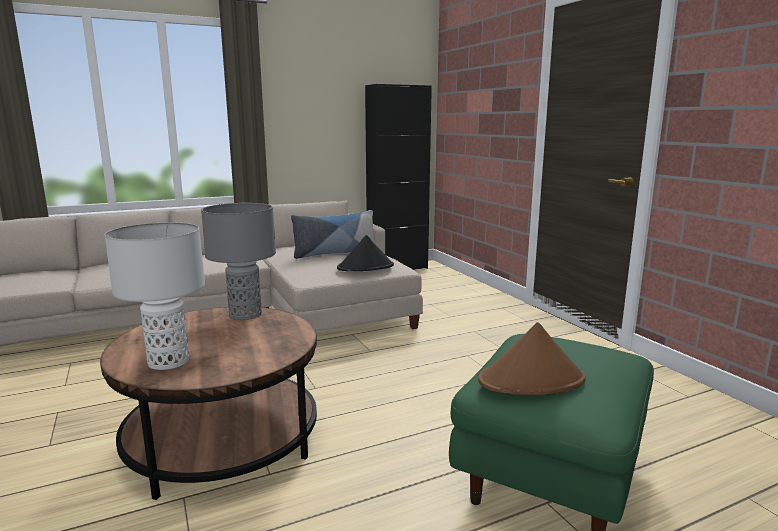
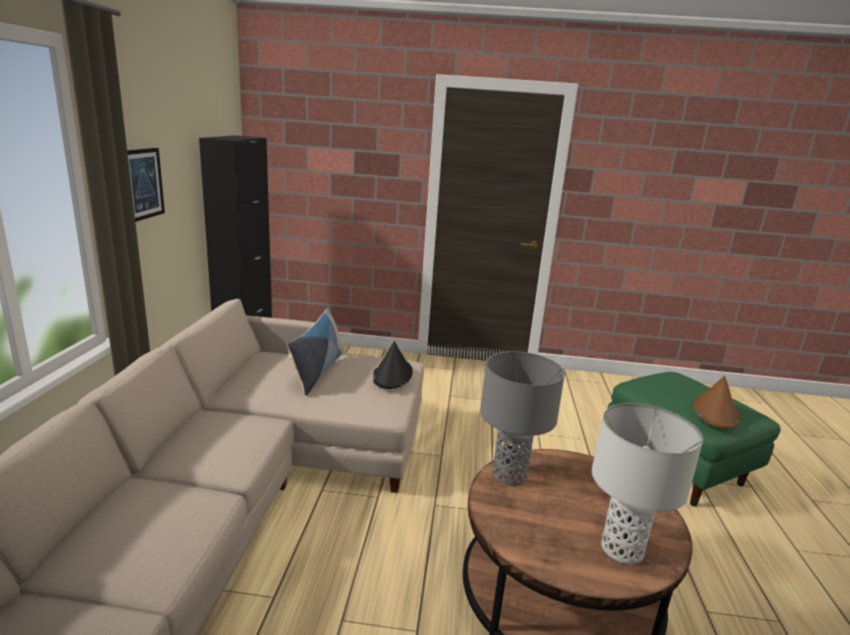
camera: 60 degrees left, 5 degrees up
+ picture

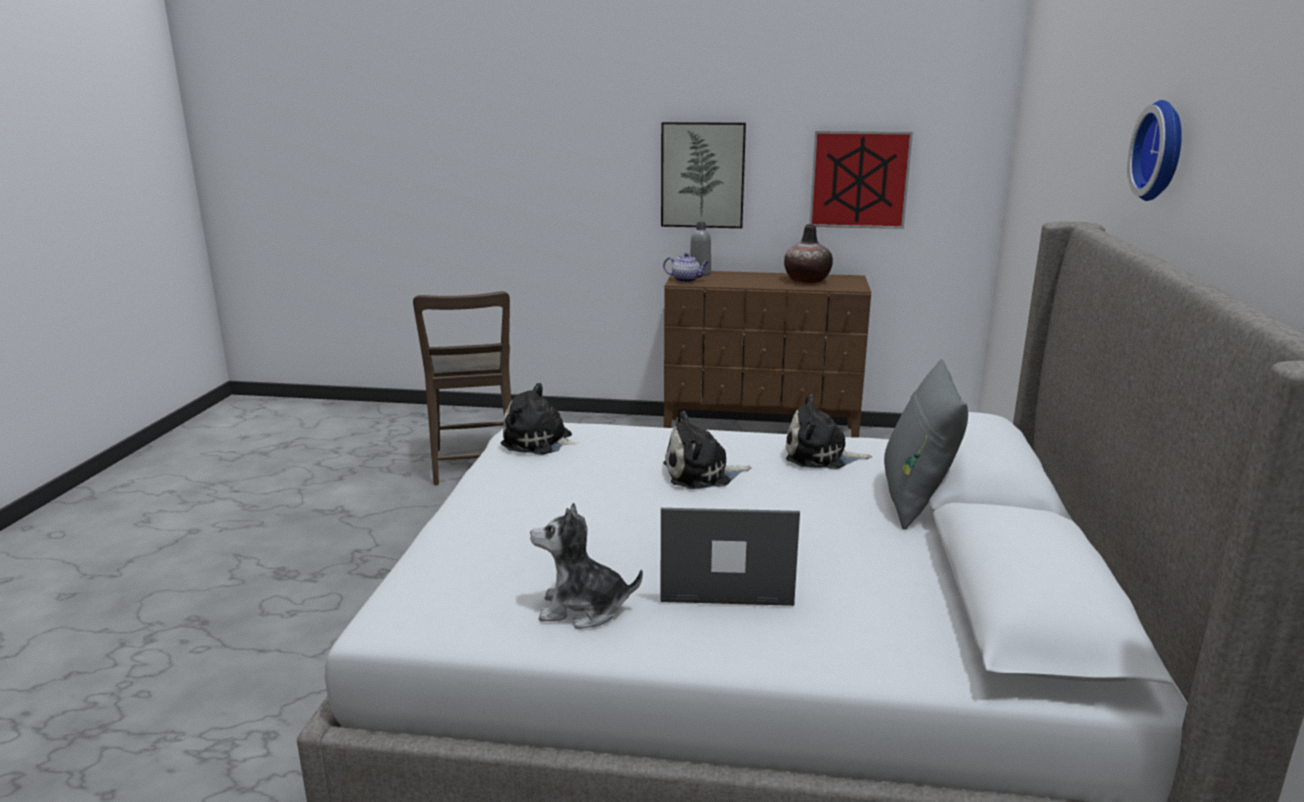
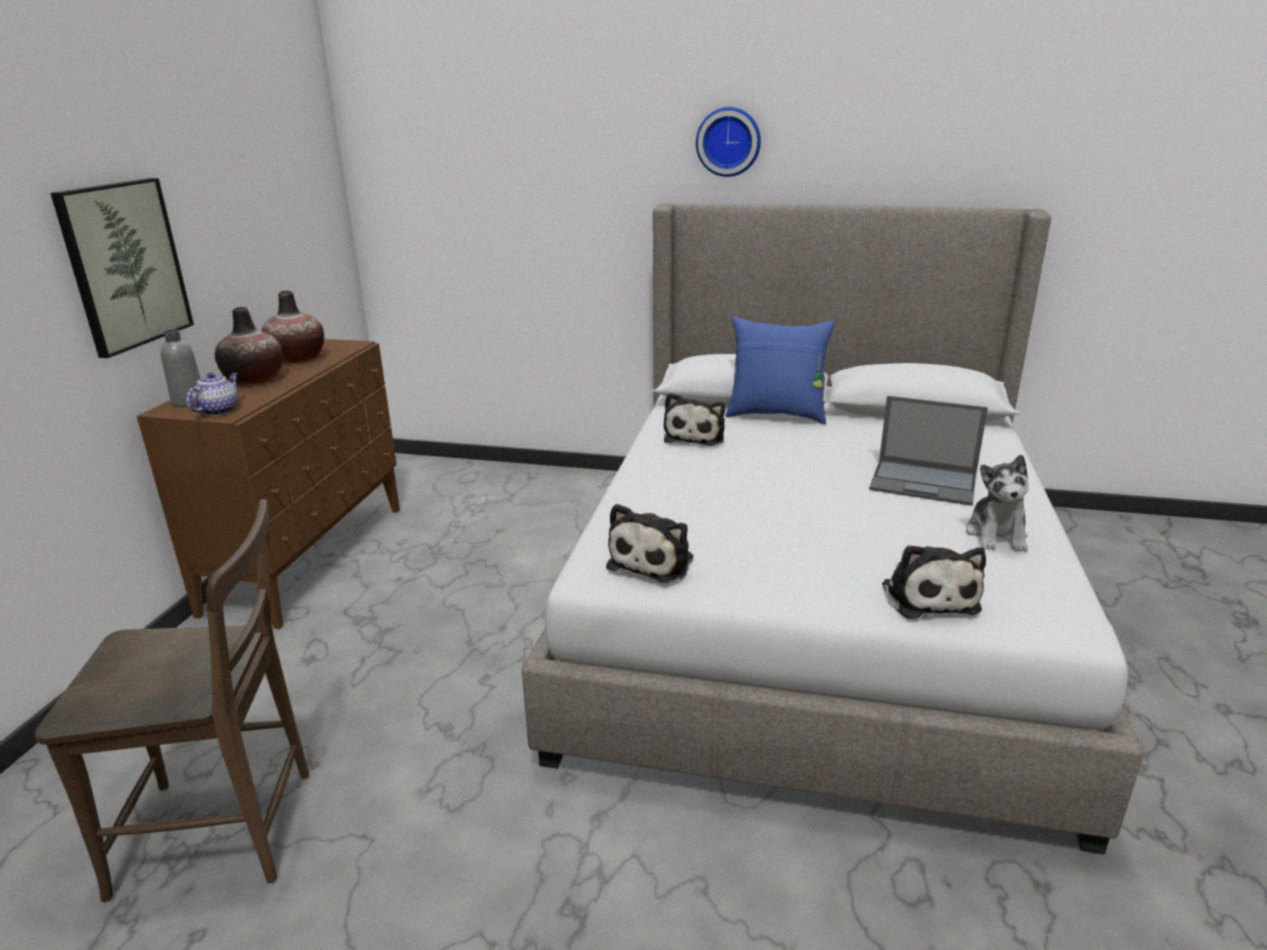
camera: 85 degrees left, 5 degrees up
- picture (2nd from left)
~ grey pillow to blue pillow
~ plush toy (3rd from left)
~ laptop 75 degrees counterclockwise
+ vase (1st from left)

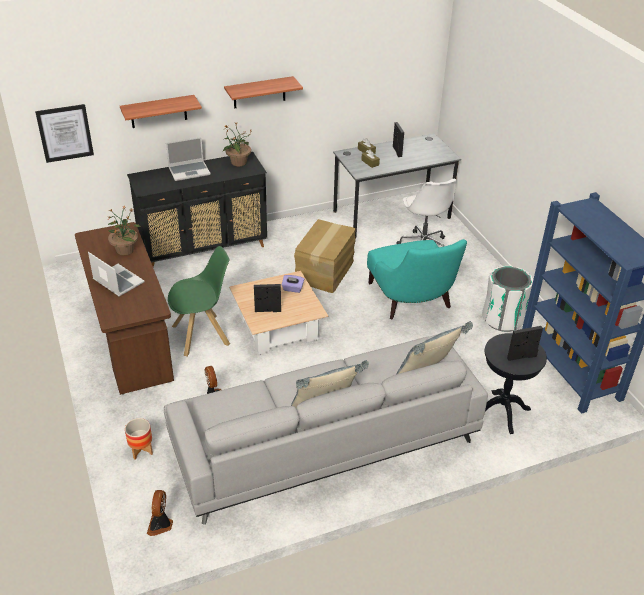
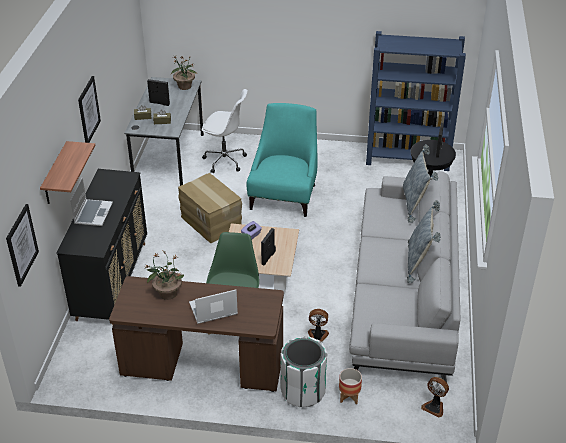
camera: 60 degrees left, 0 degrees up
~ shelf (2nd from left) to picture (2nd from left)
~ potted plant (2nd from left)
~ turquoise armchair 90 degrees counterclockwise
~ white trash can

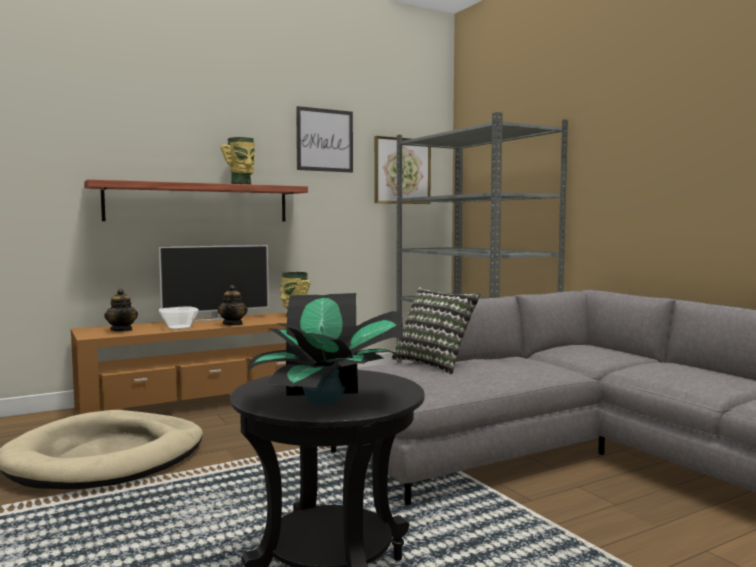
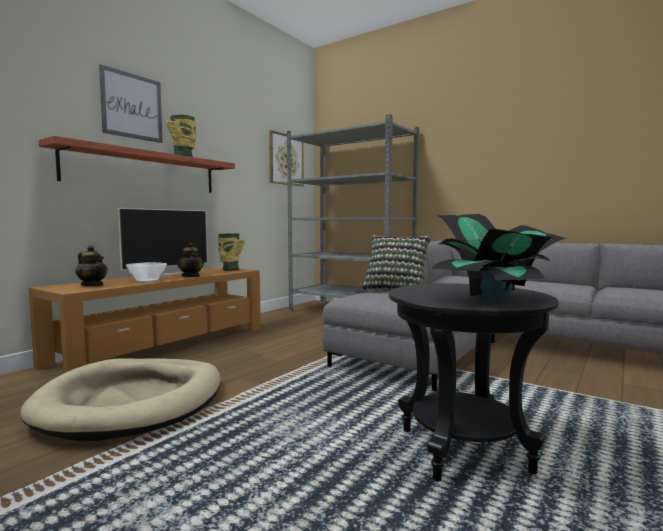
camera: 25 degrees left, 0 degrees up
~ picture (1st from left)

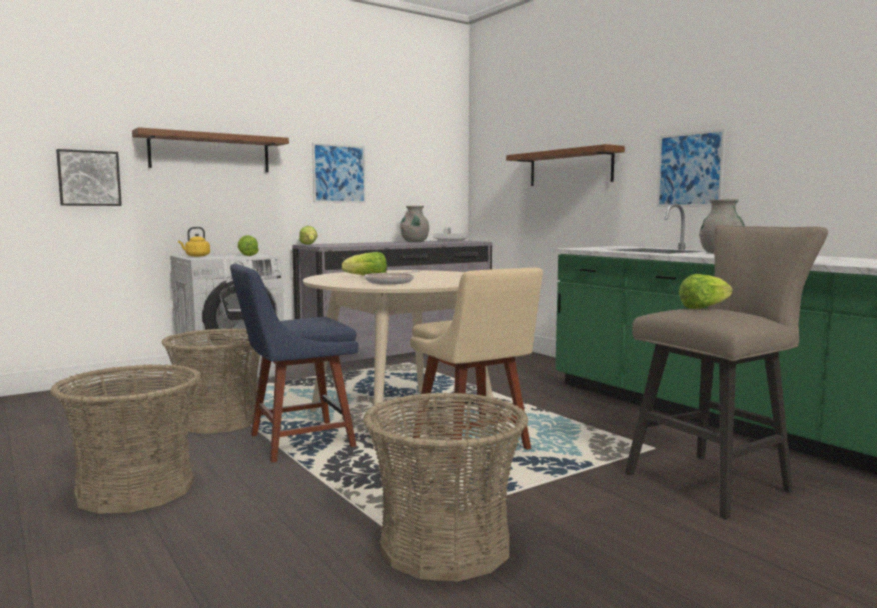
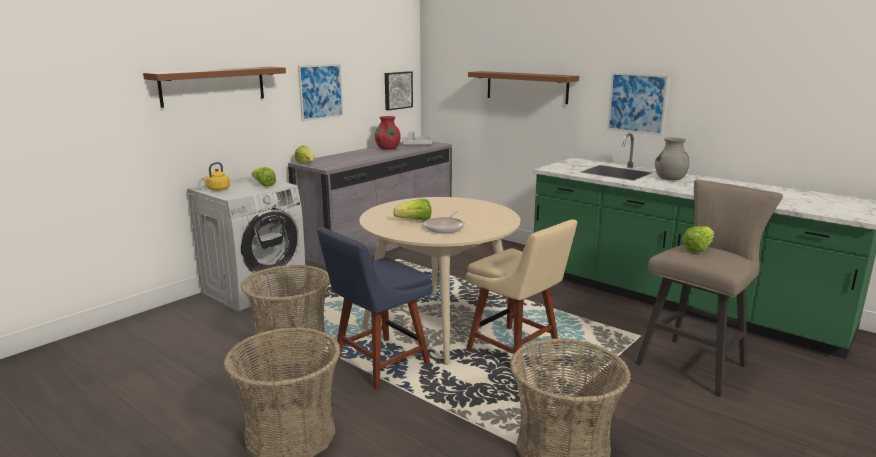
camera: 15 degrees left, 10 degrees up
~ picture (1st from left in the first image) to picture (2nd from left)
~ grey vase (1st from left) to red vase

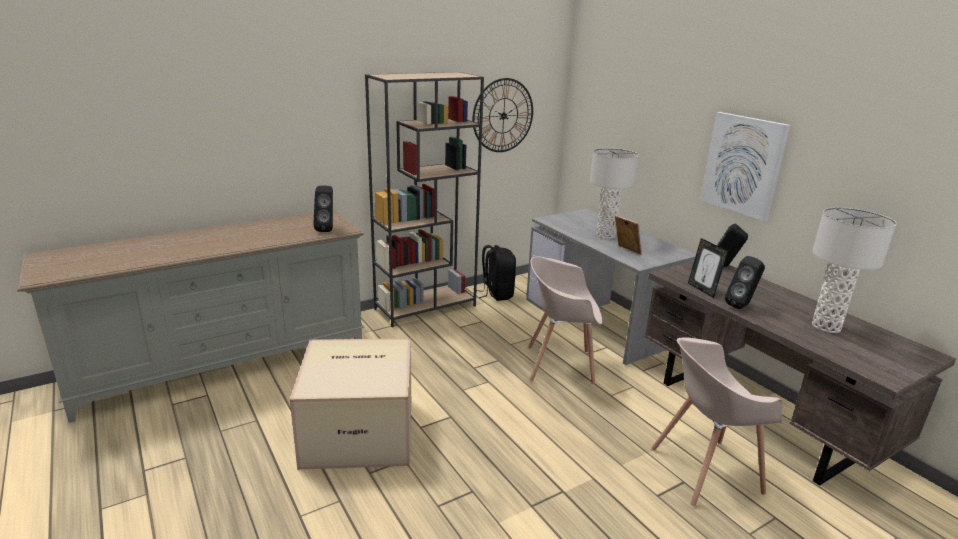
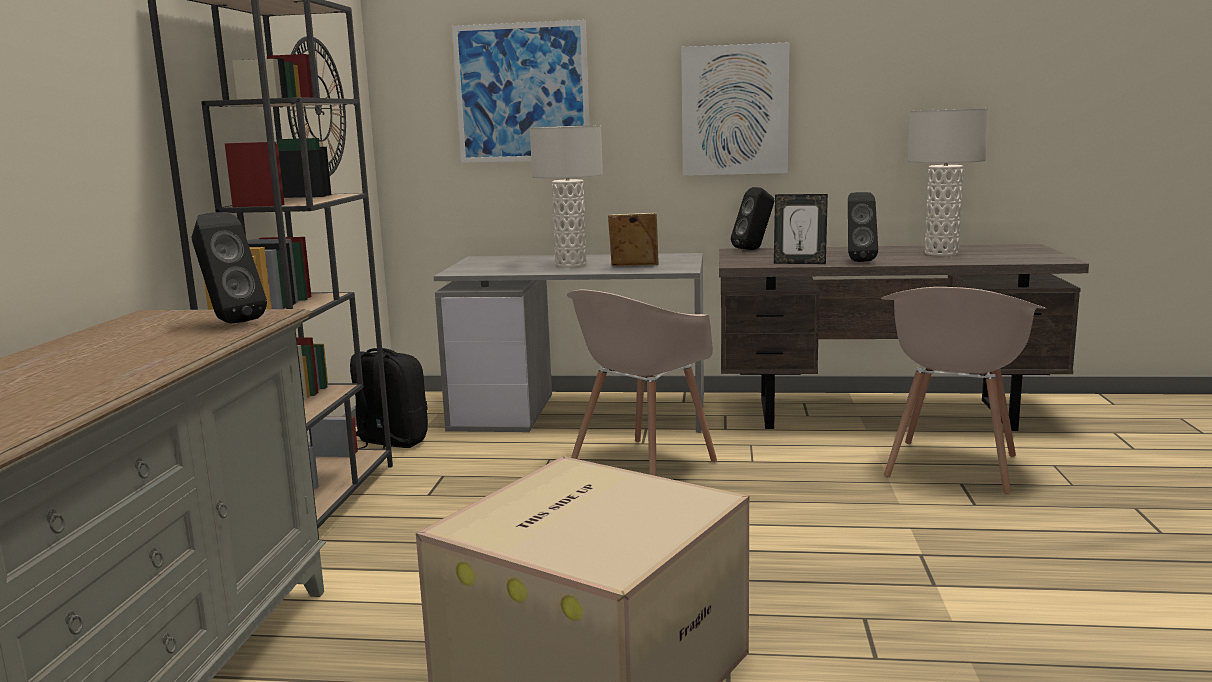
camera: 50 degrees left, 10 degrees down
+ picture (1st from left)

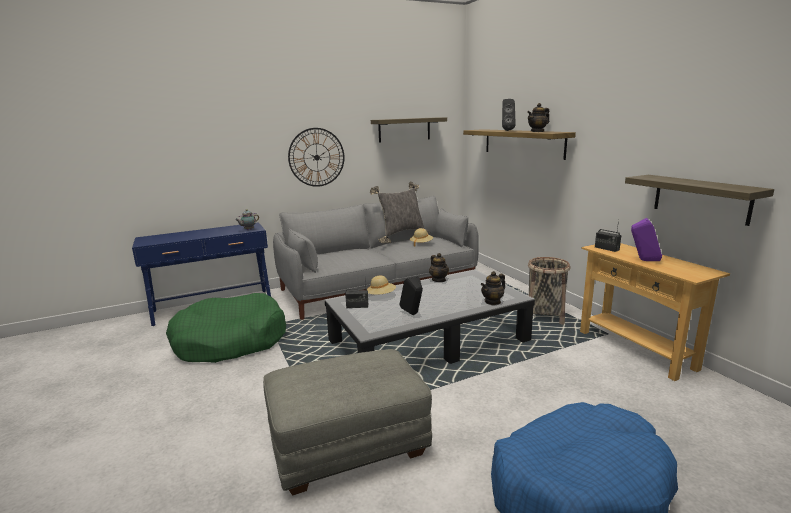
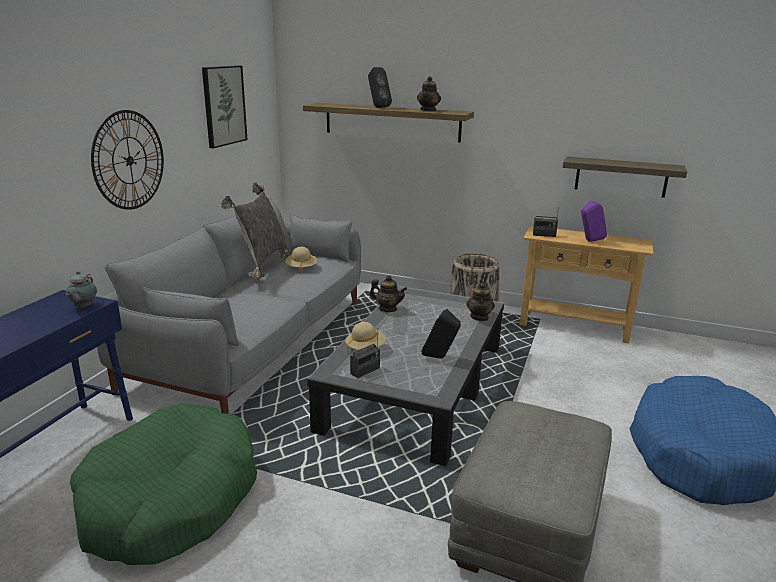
camera: 45 degrees left, 5 degrees up
~ shelf (1st from left) to picture

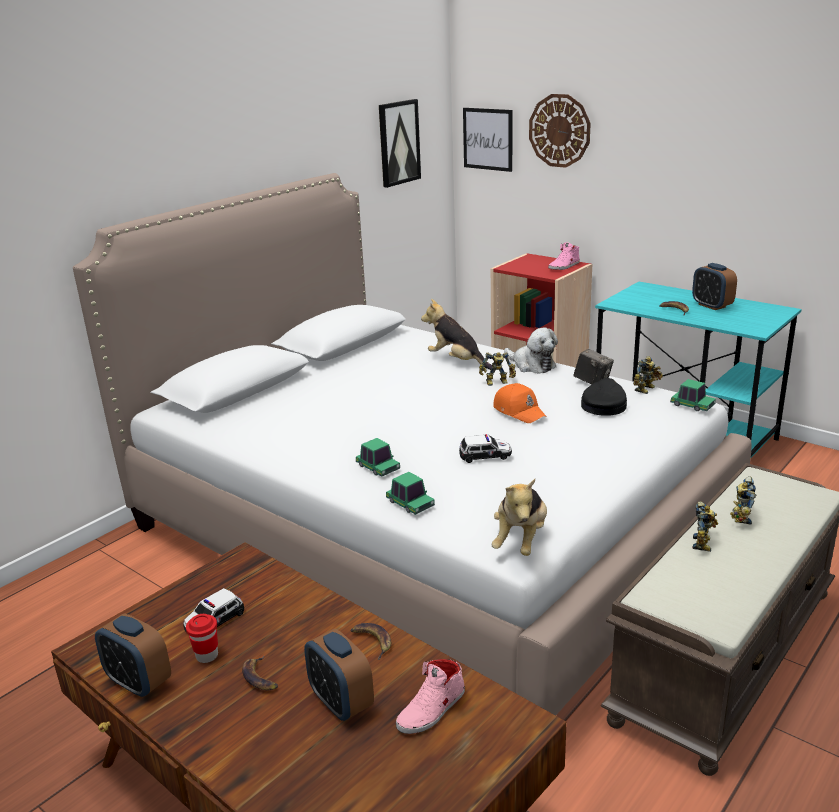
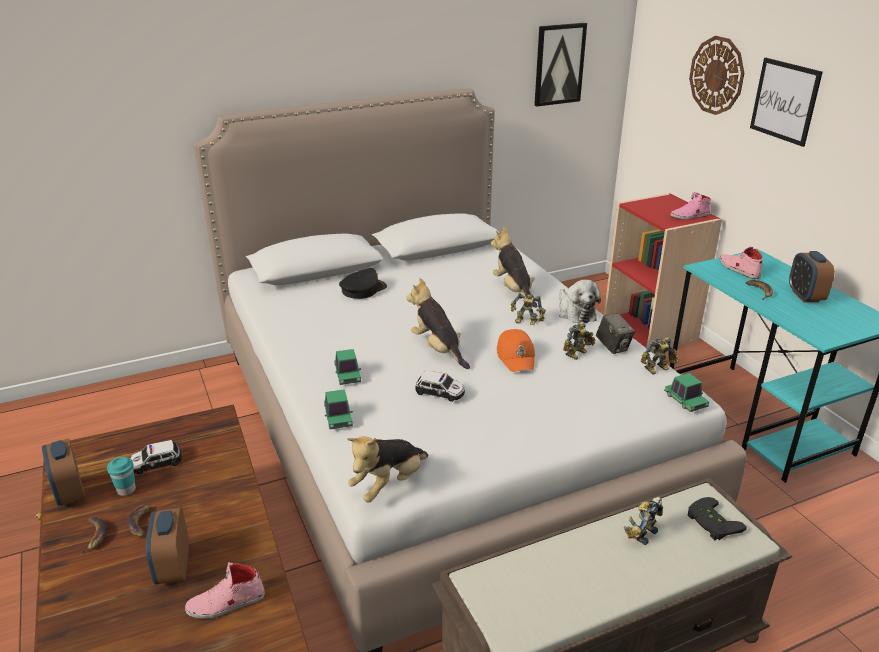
camera: 25 degrees right, 5 degrees up
~ picture (2nd from left)
~ black cap
~ toy robot (3rd from left in the first image) to toy robot (2nd from left)
~ red cup to turquoise cup
~ banana (2nd from left in the first image) to banana (1st from left)
+ pink shoe (3rd from left)
+ plush toy (2nd from left)
+ black game controller

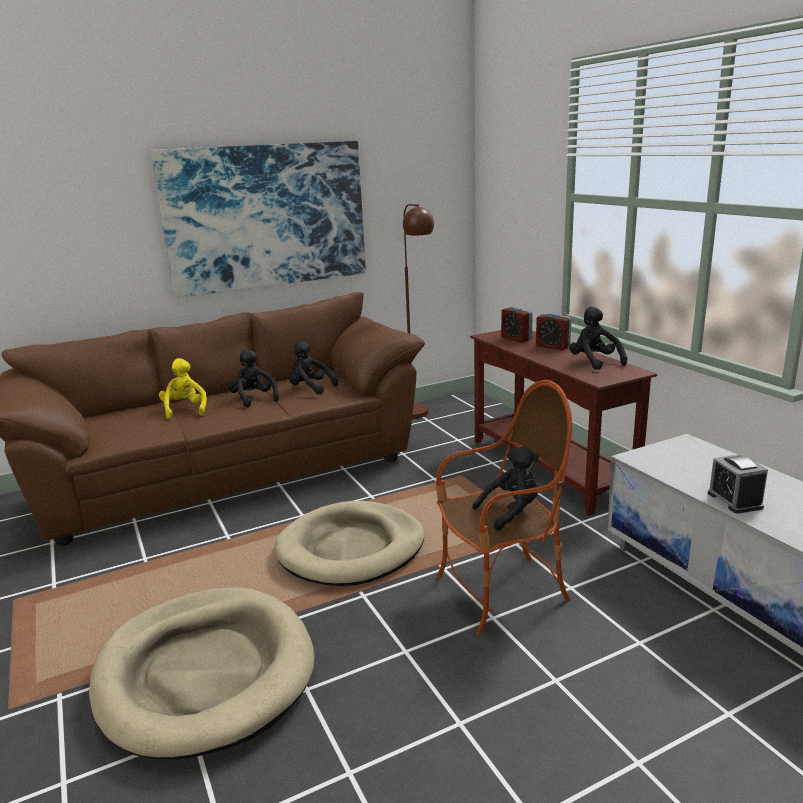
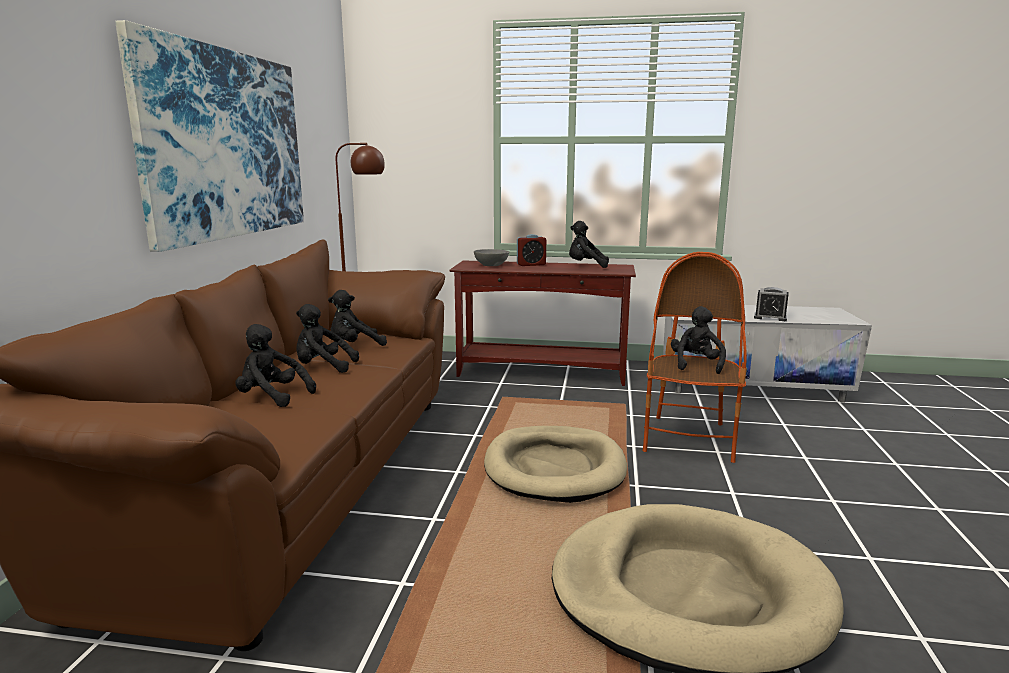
camera: 55 degrees left, 5 degrees down
~ alarm clock (1st from left) to grey bowl
~ yellow plush toy to black plush toy (1st from left)

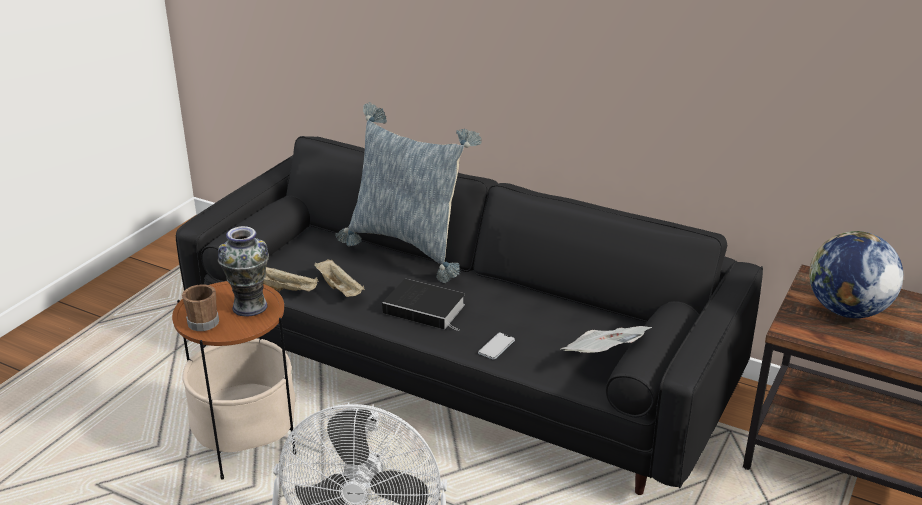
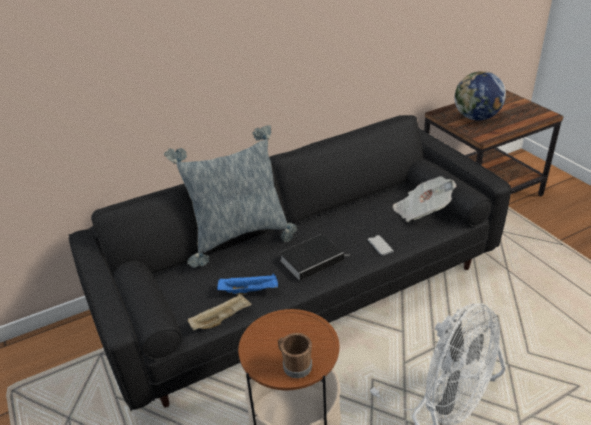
camera: 55 degrees left, 5 degrees up
- vase
~ beige tray (2nd from left) to blue tray

